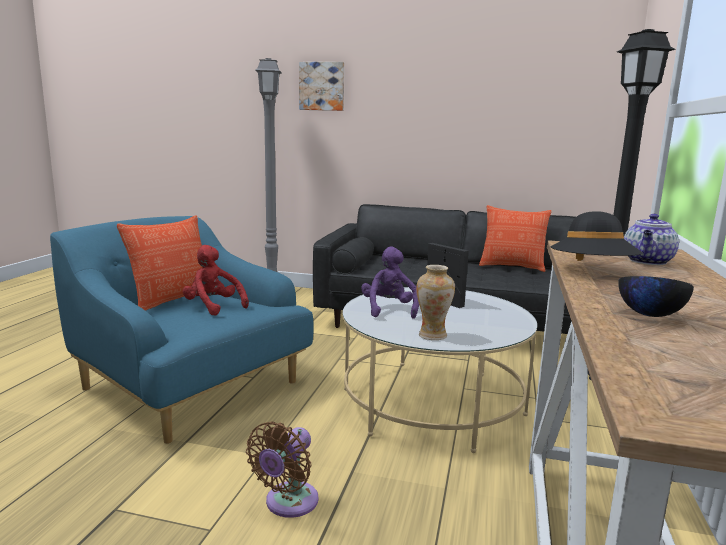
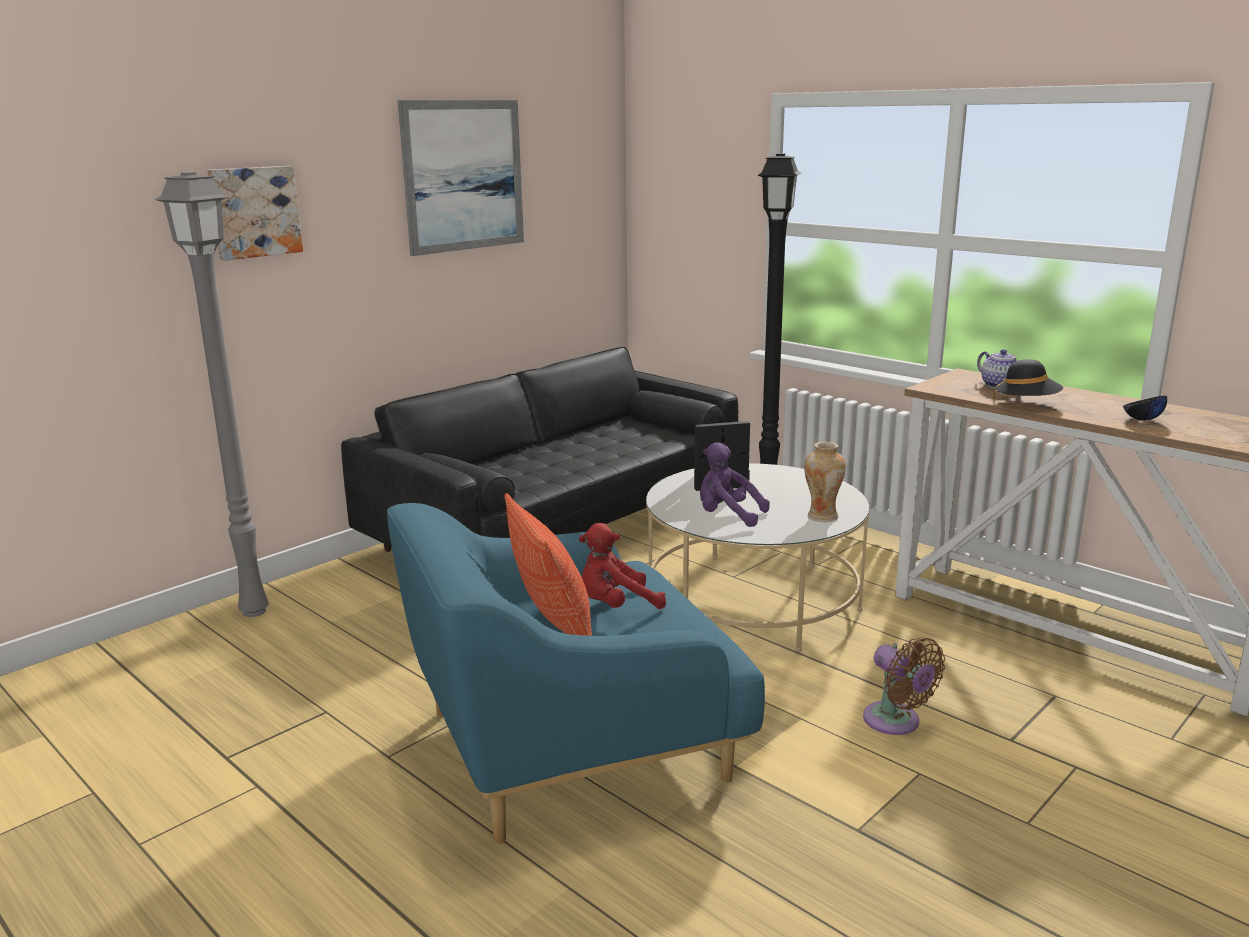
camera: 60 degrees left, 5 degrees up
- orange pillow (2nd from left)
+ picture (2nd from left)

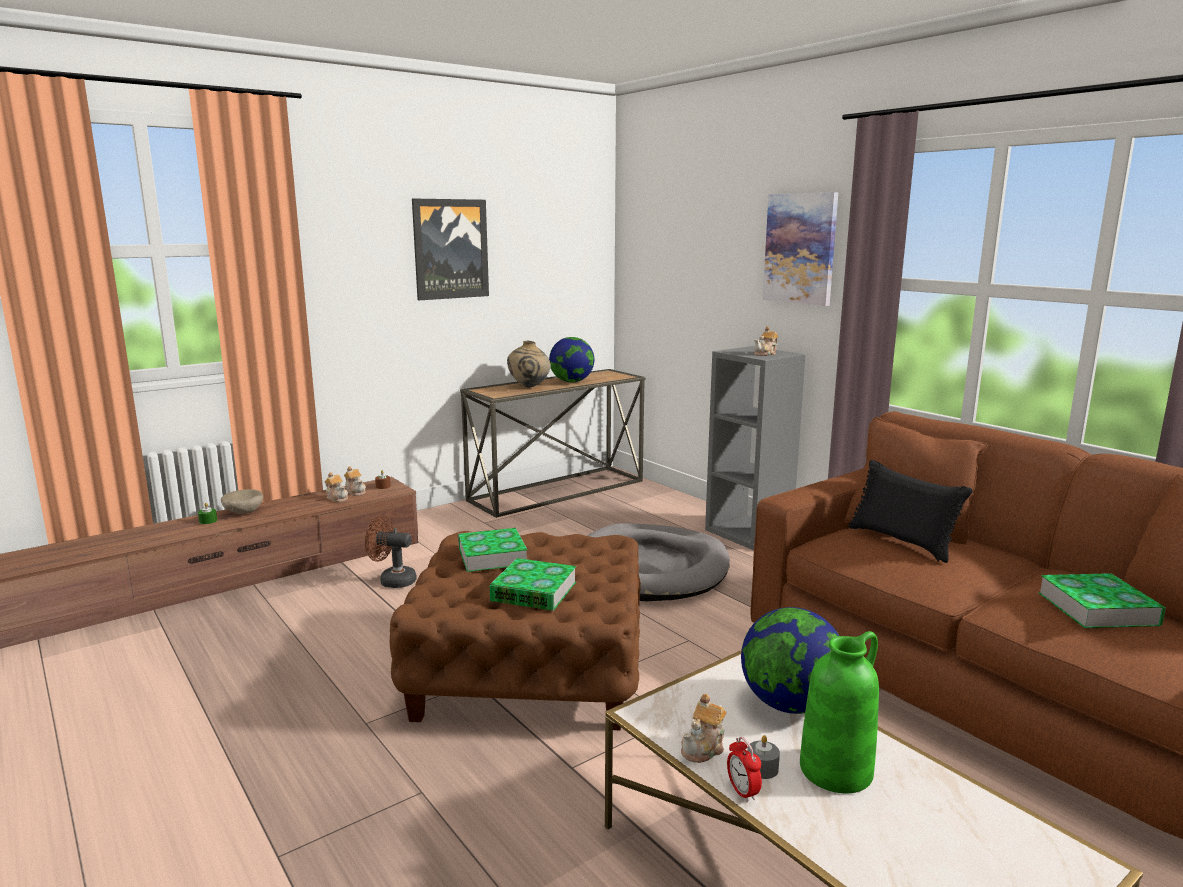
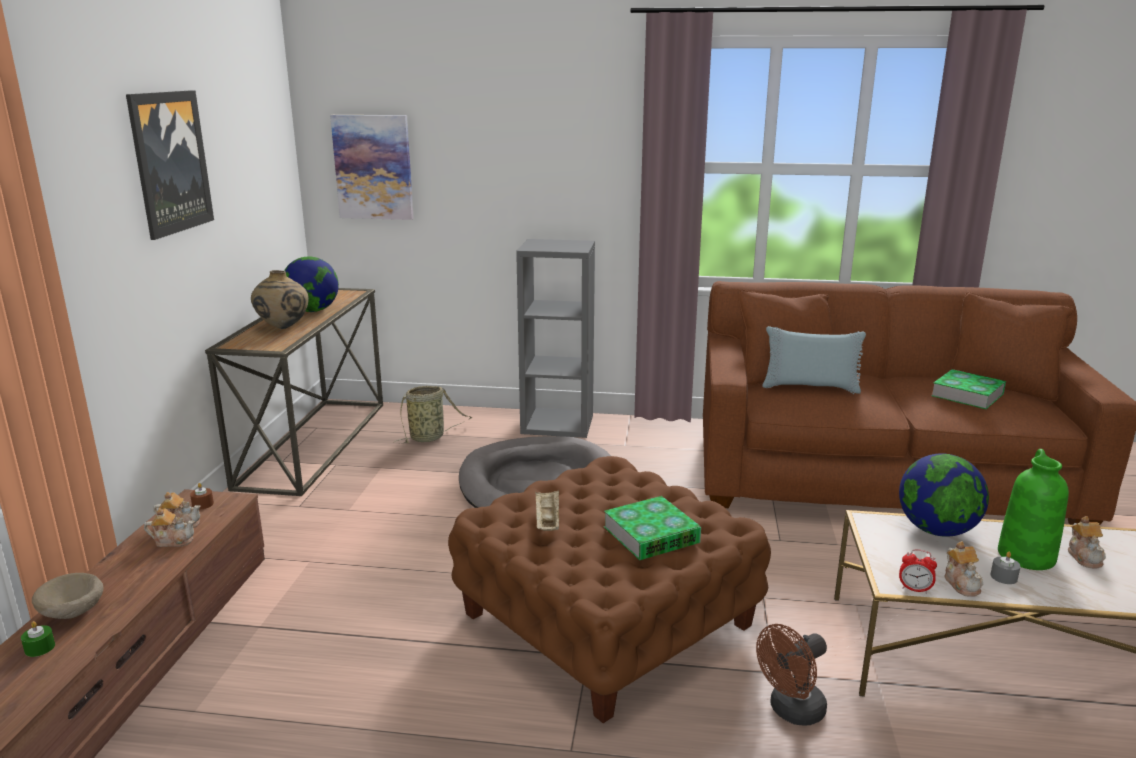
camera: 45 degrees left, 5 degrees up
~ picture (2nd from left)
~ teapot (4th from left)
~ black pillow to blue pillow
~ brown fan
~ book (1st from left) to beige tray
~ alarm clock
+ basket

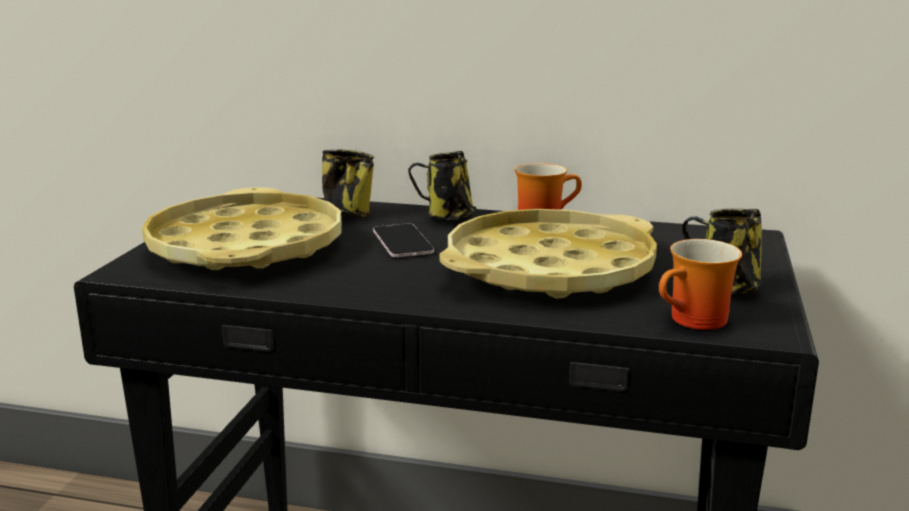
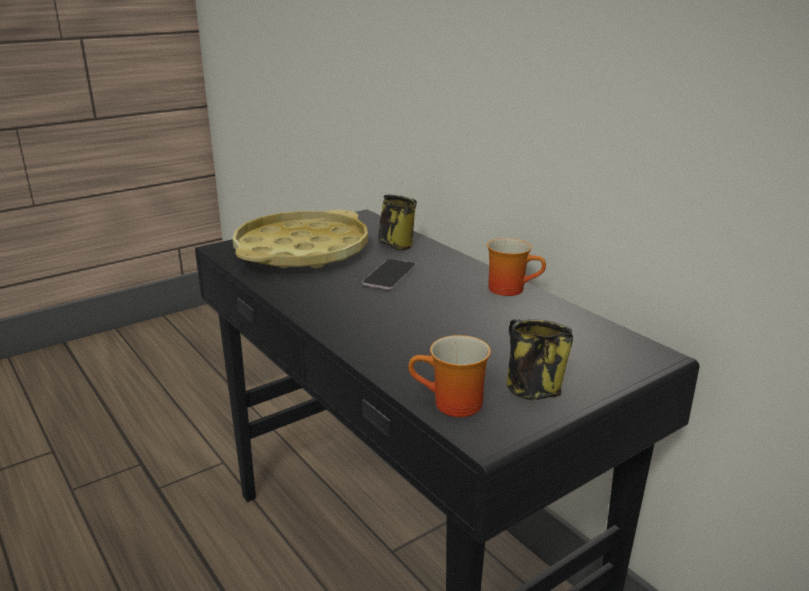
camera: 40 degrees right, 5 degrees up
- mug (2nd from left)
- yellow tray (2nd from left)

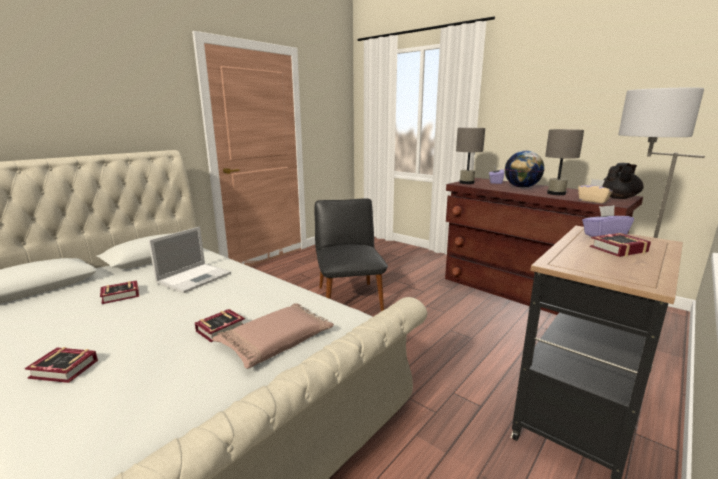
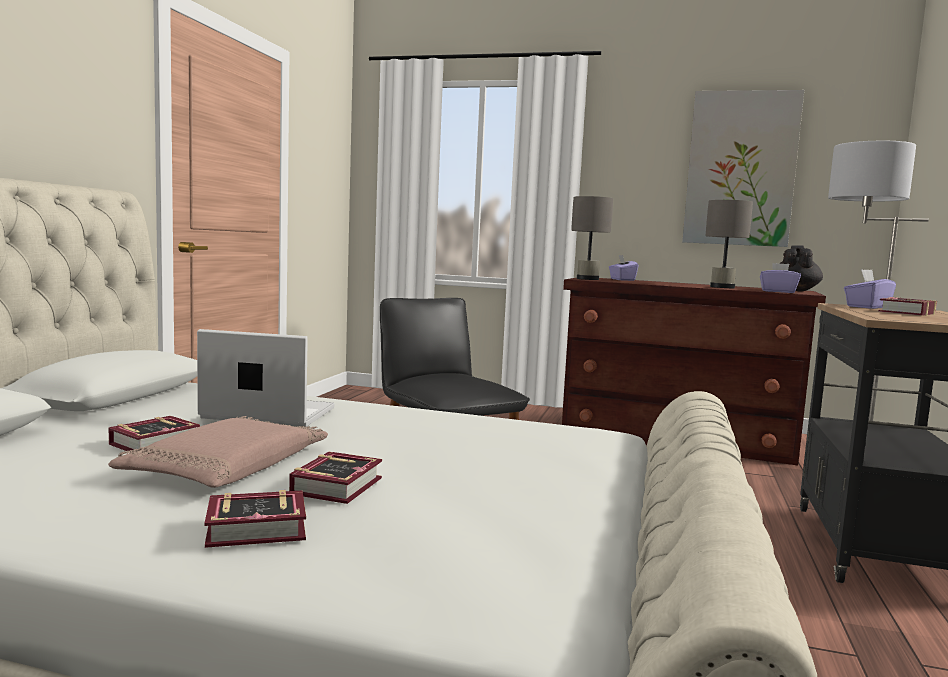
camera: 25 degrees left, 10 degrees down
- globe
~ beige tissue box to purple tissue box (2nd from left)
~ laptop 90 degrees counterclockwise
~ beige pillow
~ book (3rd from left)
+ picture

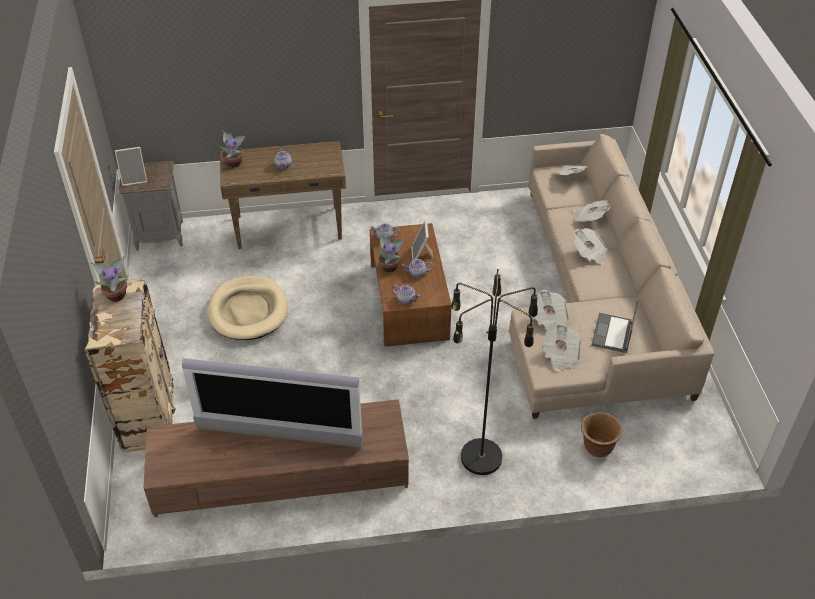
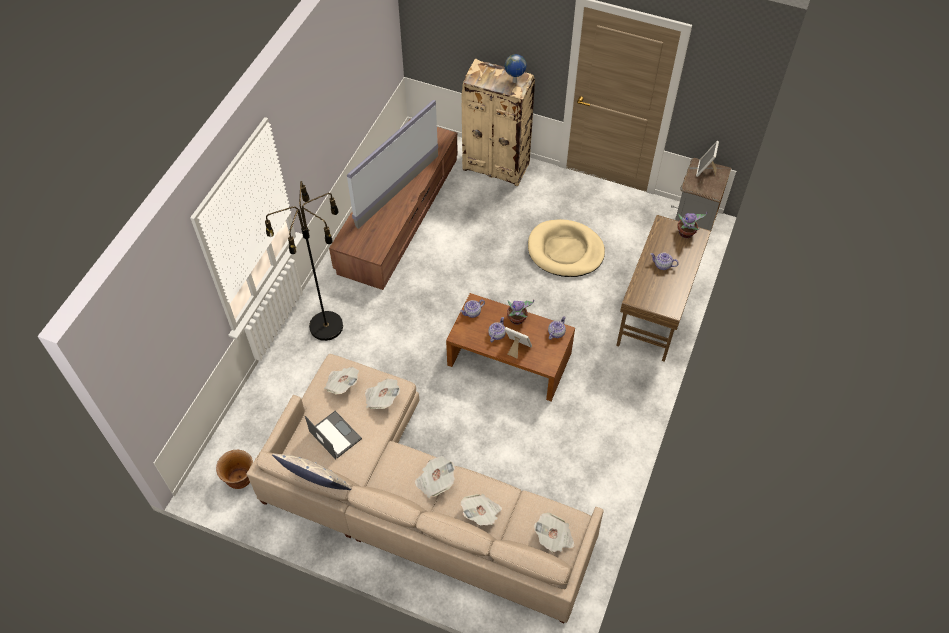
camera: 120 degrees right, 10 degrees up
~ potted plant (1st from left) to globe
~ brown planter
+ pillow

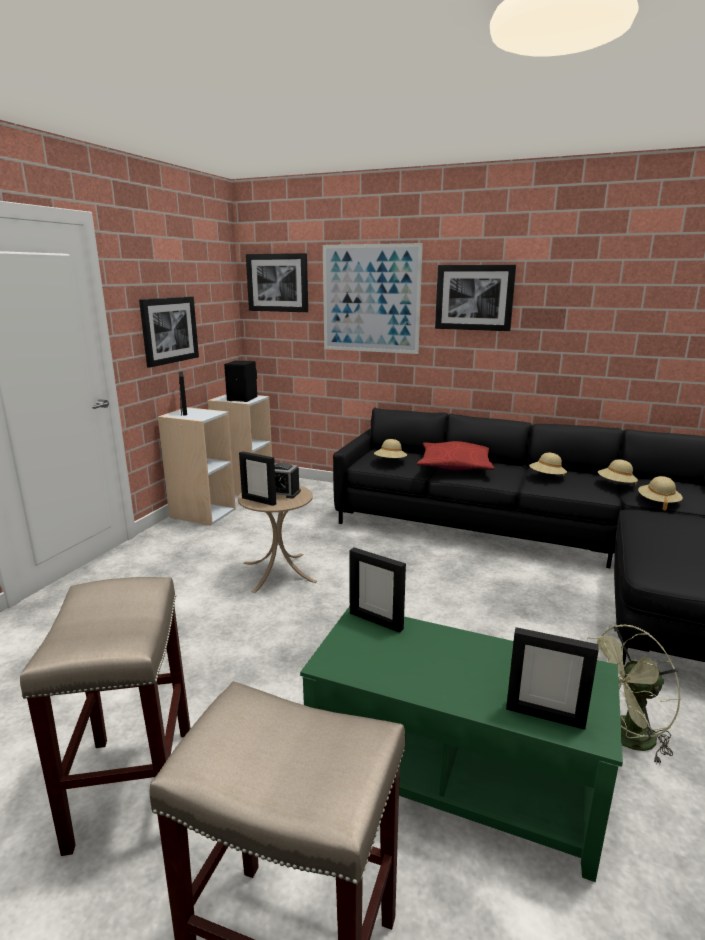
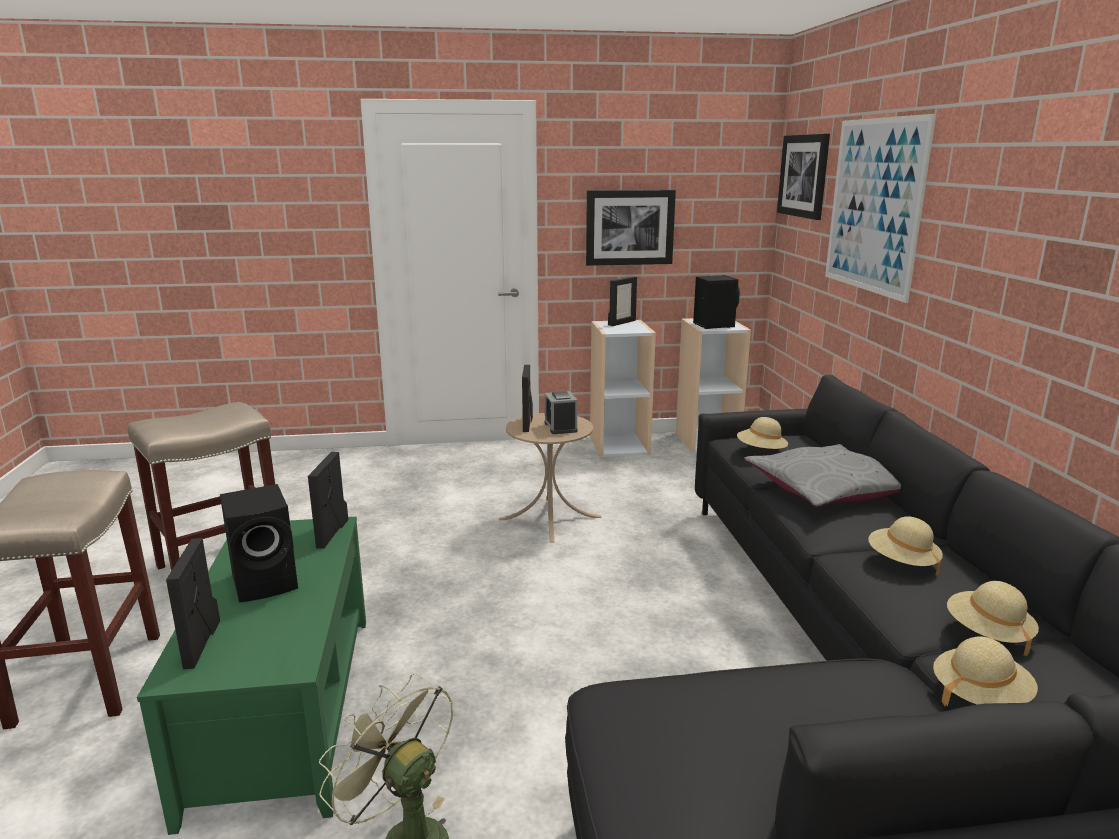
camera: 60 degrees right, 0 degrees up
- picture (4th from left)
~ red pillow to grey pillow
+ black speaker (1st from left)

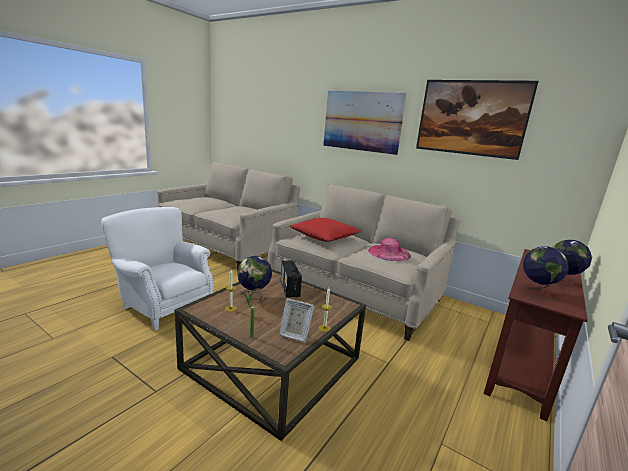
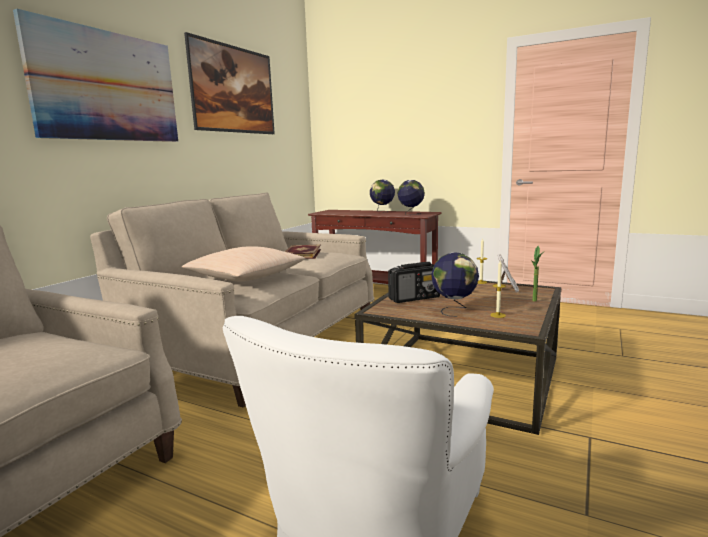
camera: 95 degrees left, 5 degrees down
~ red pillow to beige pillow
~ pink hat to book

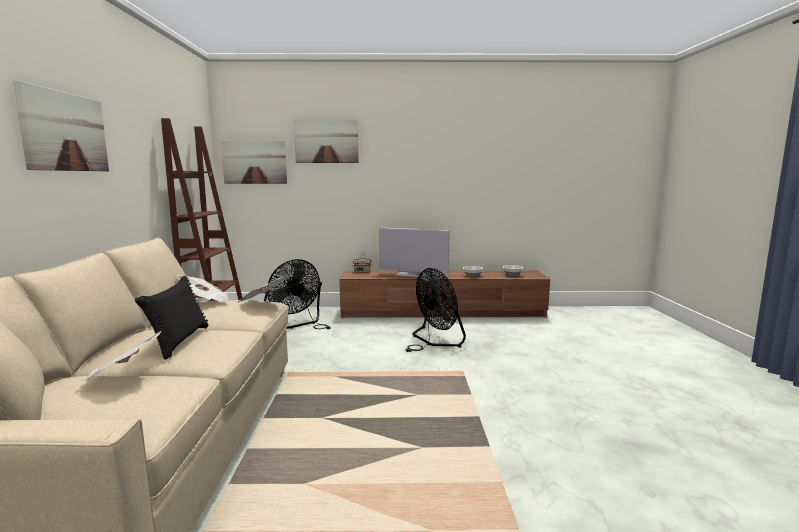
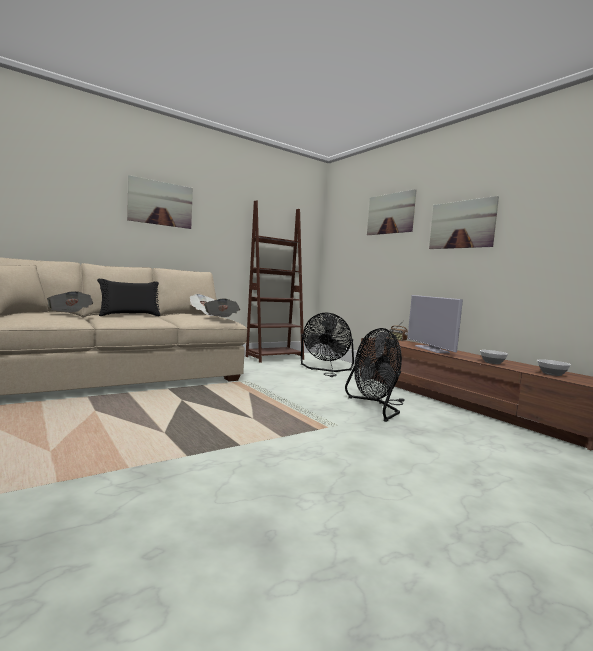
camera: 55 degrees right, 5 degrees down
~ picture (2nd from left in the first image) to picture (3rd from left)
~ black fan (2nd from left) 135 degrees clockwise

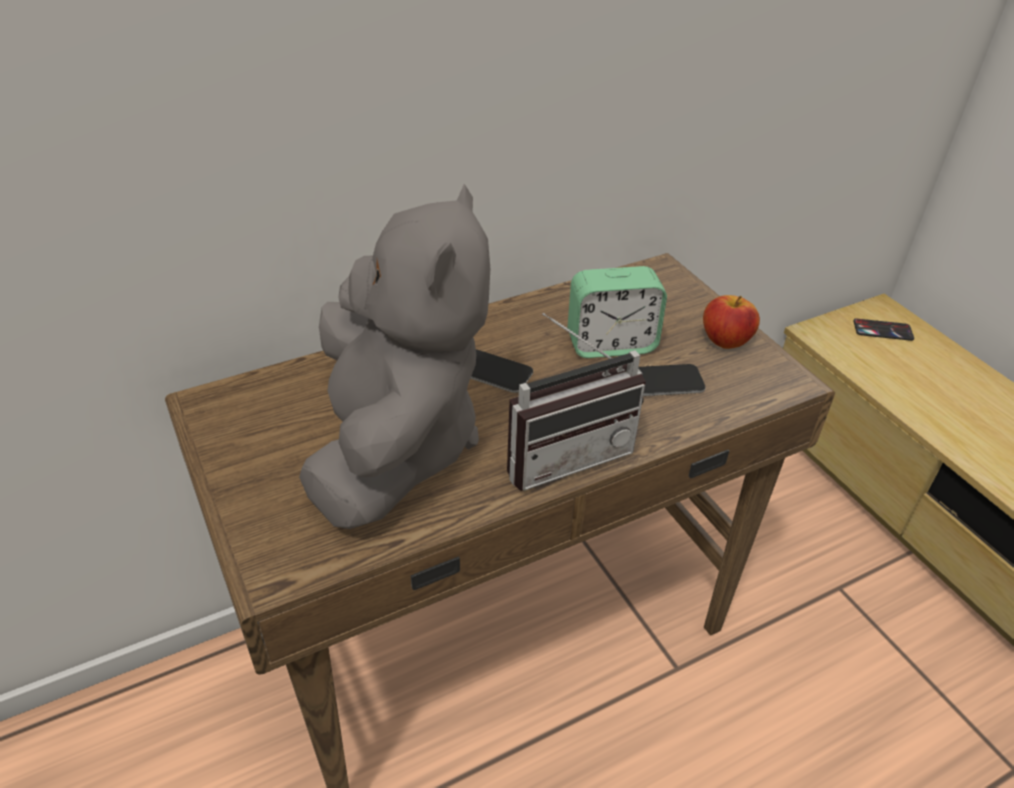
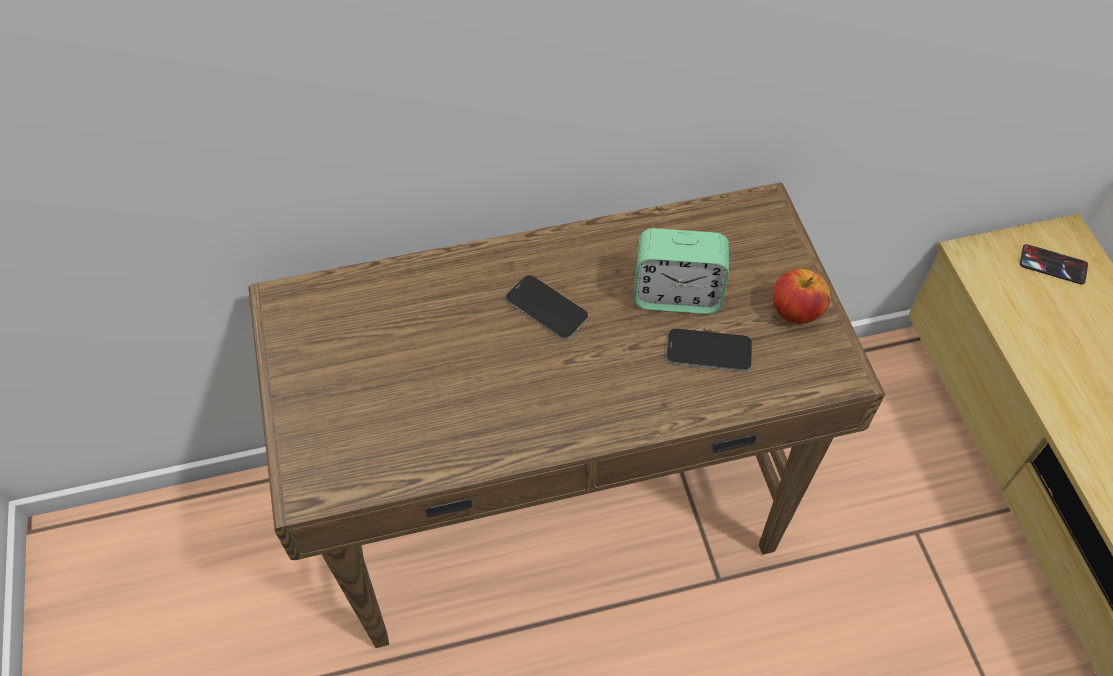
camera: 15 degrees right, 15 degrees up
- grey plush toy
- radio

